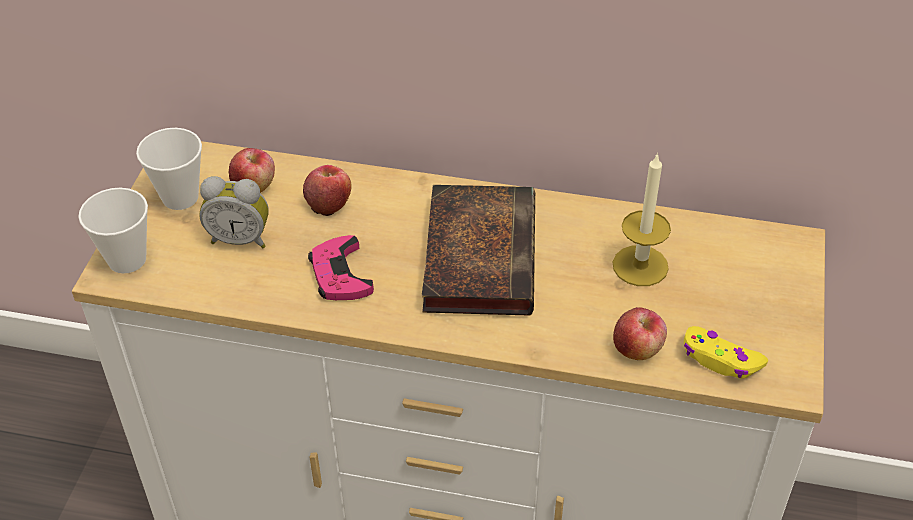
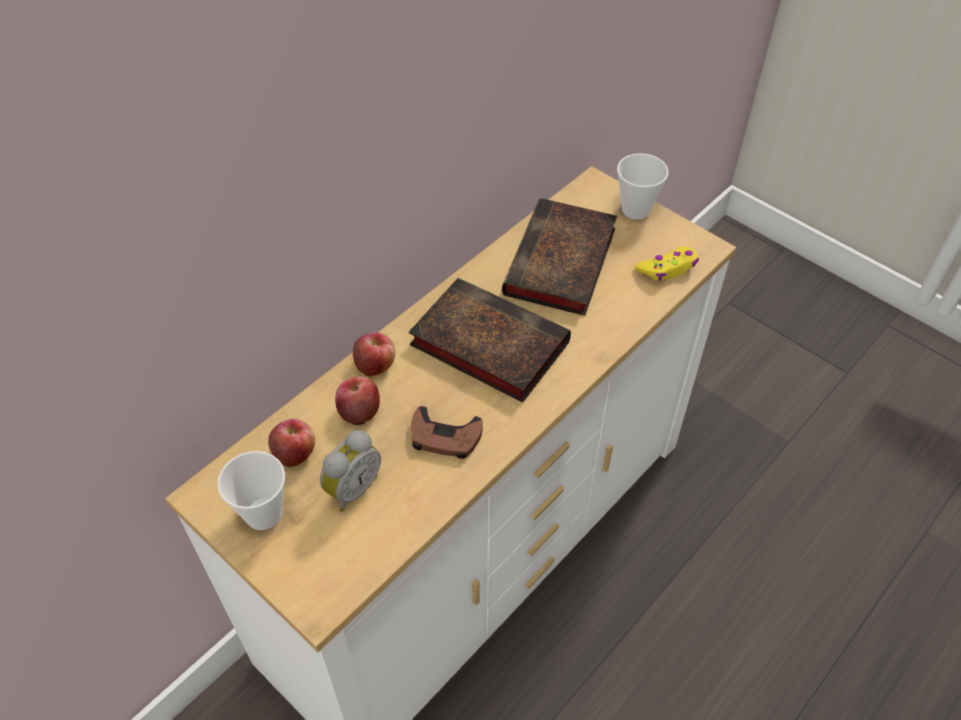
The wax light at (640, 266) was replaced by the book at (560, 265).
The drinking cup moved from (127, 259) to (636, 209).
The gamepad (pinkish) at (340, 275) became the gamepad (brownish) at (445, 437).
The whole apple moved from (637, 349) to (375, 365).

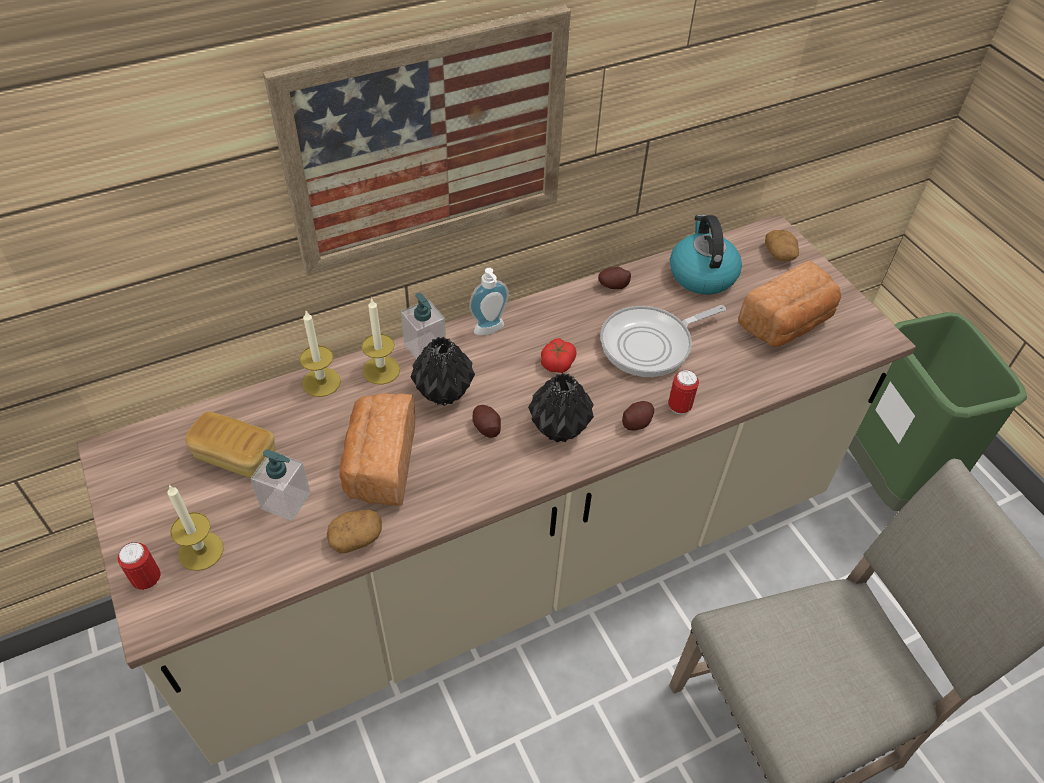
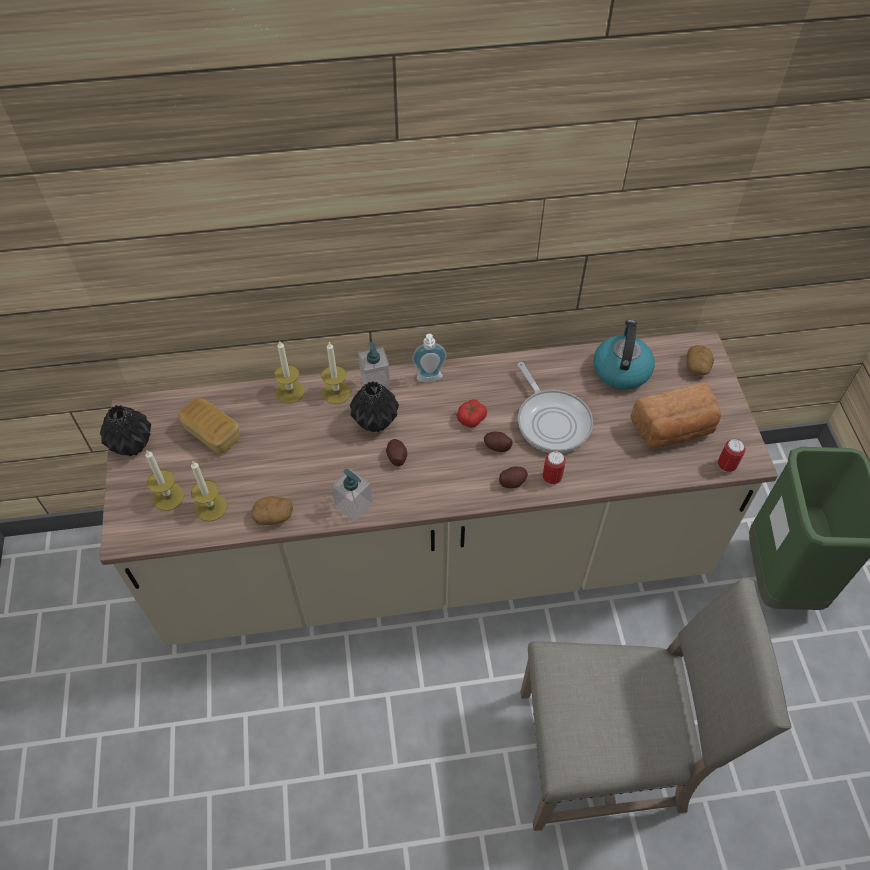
The wall art at (428, 143) disappeared.
The potato moved from (613, 285) to (497, 446).
The frying pan at (650, 344) turned 105 degrees counterclockwise.
The decorative vase (black) moved from (559, 430) to (132, 446).
The baked bread at (380, 464) disappeared.
The soap bottle moved from (286, 501) to (354, 505).
The metal can moved from (147, 579) to (726, 465).
The wax light at (211, 507) appeared.

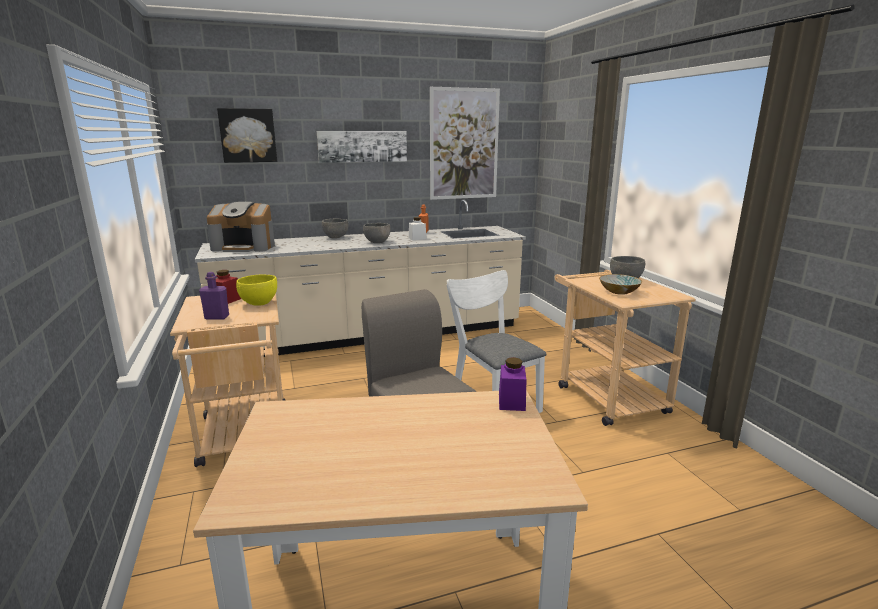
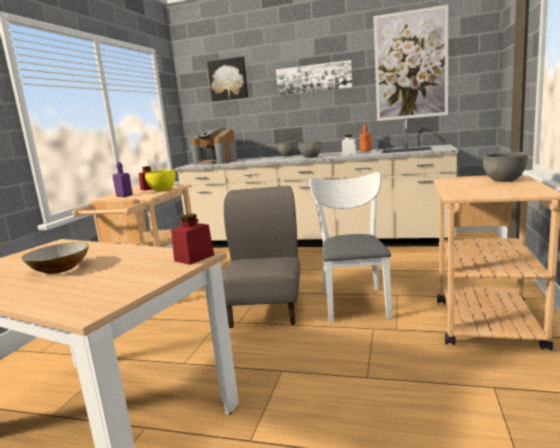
The bowl moved from (619, 292) to (59, 269).
The preserve jar (purple-coloured) at (511, 402) became the preserve jar (reddish) at (194, 258).

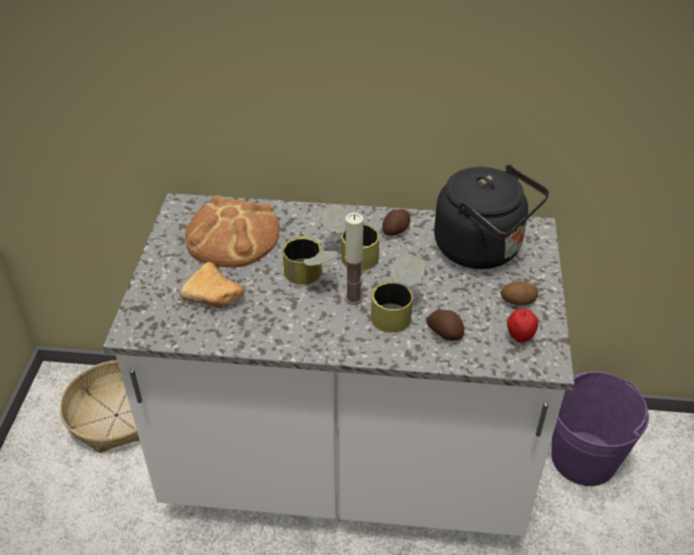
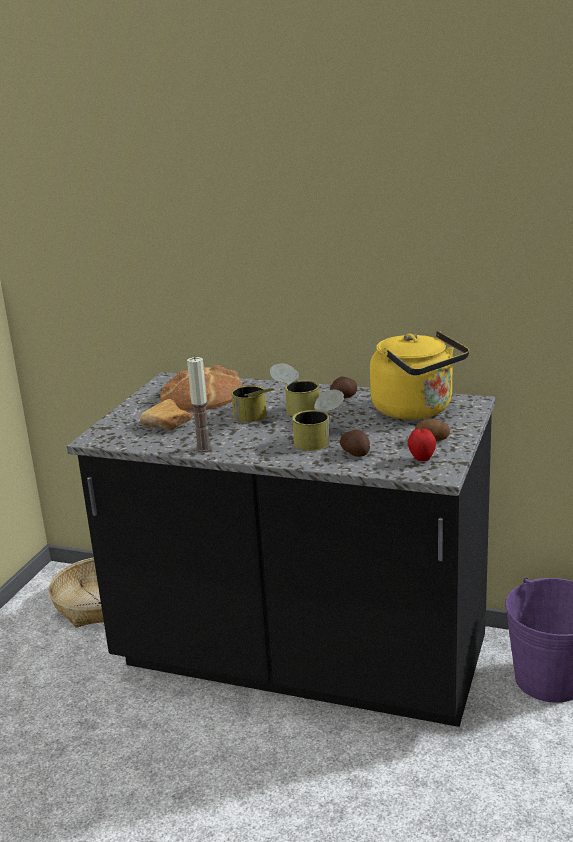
The tea kettle (black) at (483, 249) became the tea kettle (yellowish) at (416, 410).
The counter (white-coloured) at (347, 465) became the counter (black) at (301, 659).
The wax light moved from (353, 298) to (203, 448).

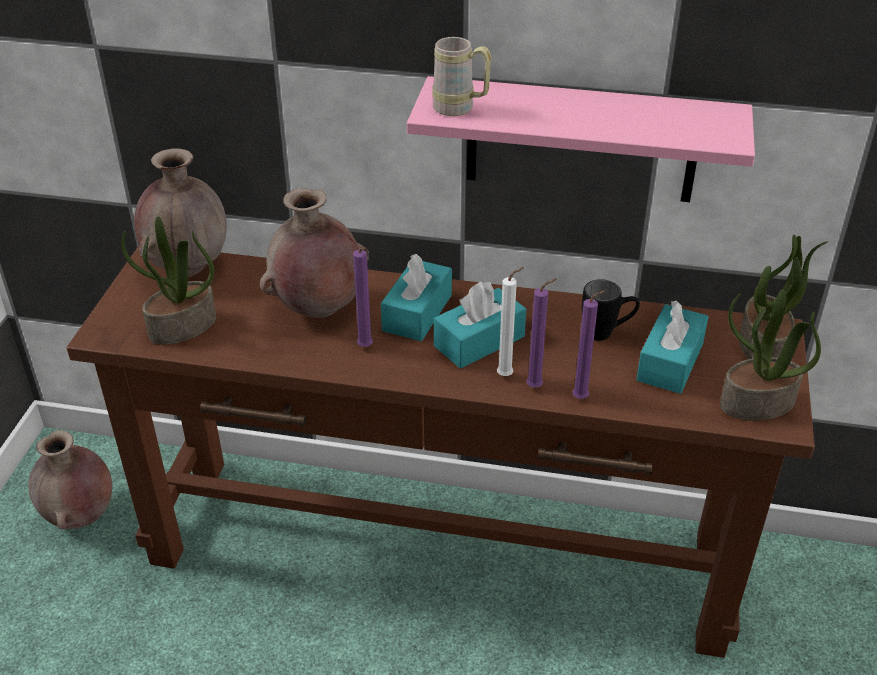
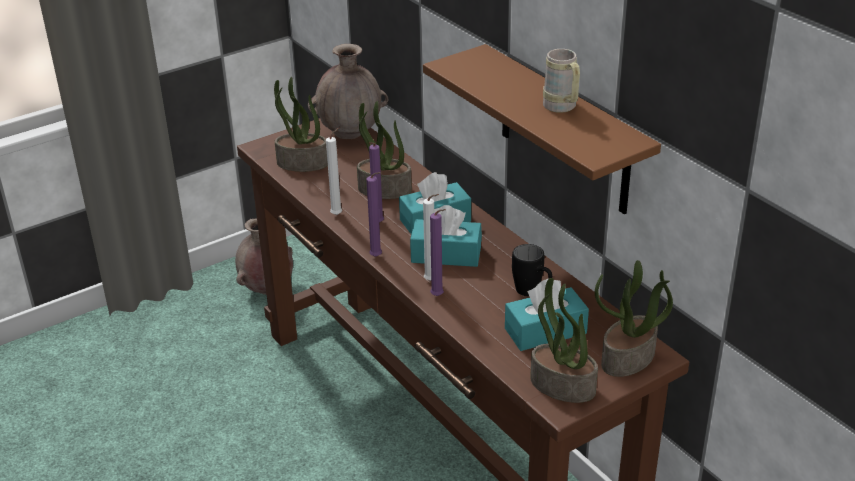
The mug (beige-coloured) moved from (461, 109) to (562, 108).
The bracket shelf (pinkish) at (581, 140) became the bracket shelf (brownish) at (564, 131).
The decorative vase (brownish) at (318, 309) was replaced by the plant in a pot at (383, 190).
The wax light (purple-coloured) moved from (583, 398) to (377, 257).
The wax light (white-coloured) at (338, 214) appeared.

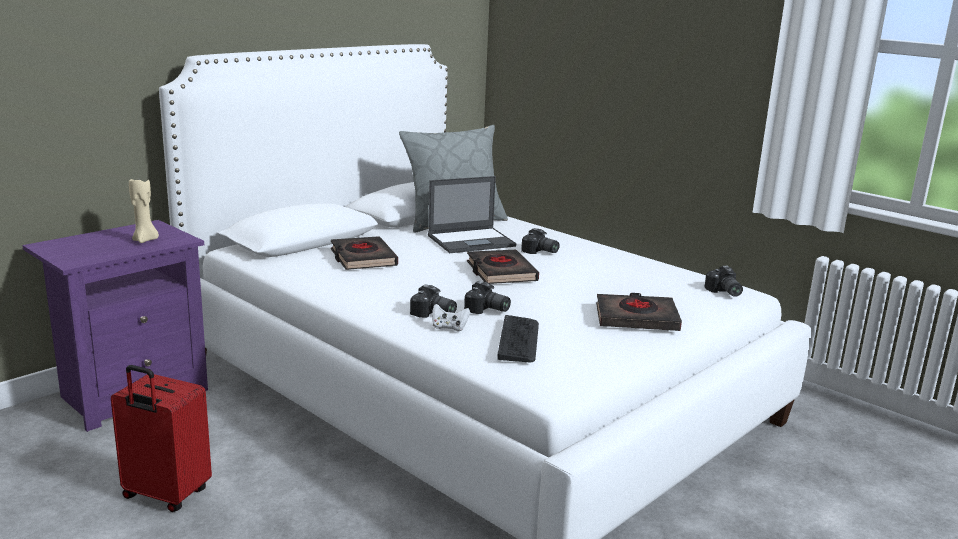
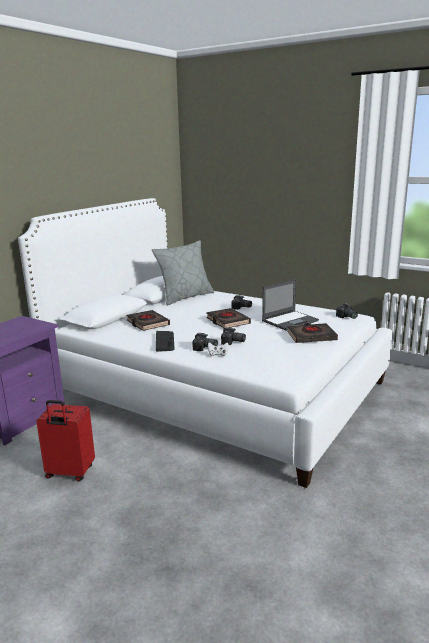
The notebook computer moved from (472, 241) to (290, 320).
The wax light (beige-coloured) at (145, 240) disappeared.
The PC keyboard moved from (519, 340) to (165, 341).

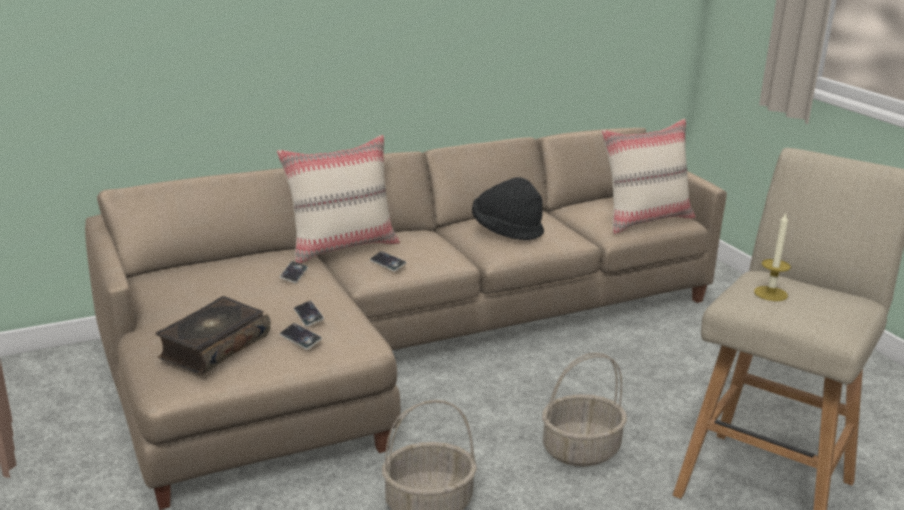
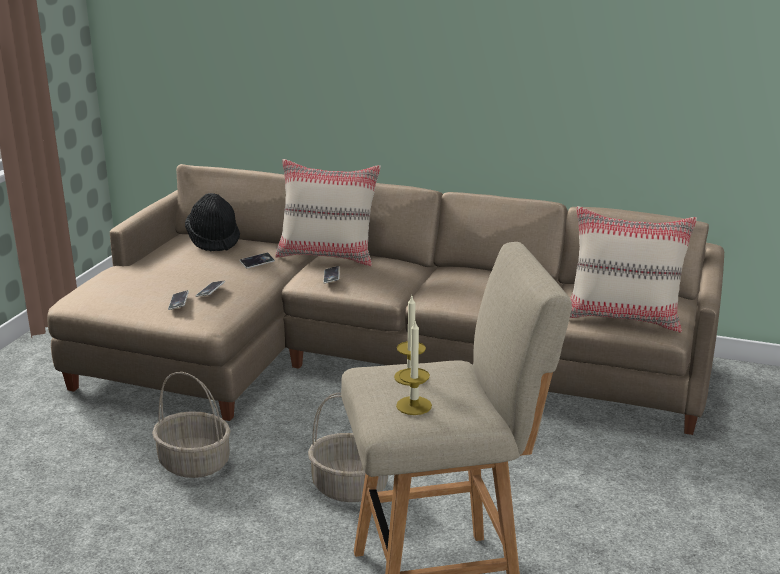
The hat (black) moved from (506, 231) to (214, 240).
The book at (213, 347) disappeared.
The wax light at (414, 405) appeared.

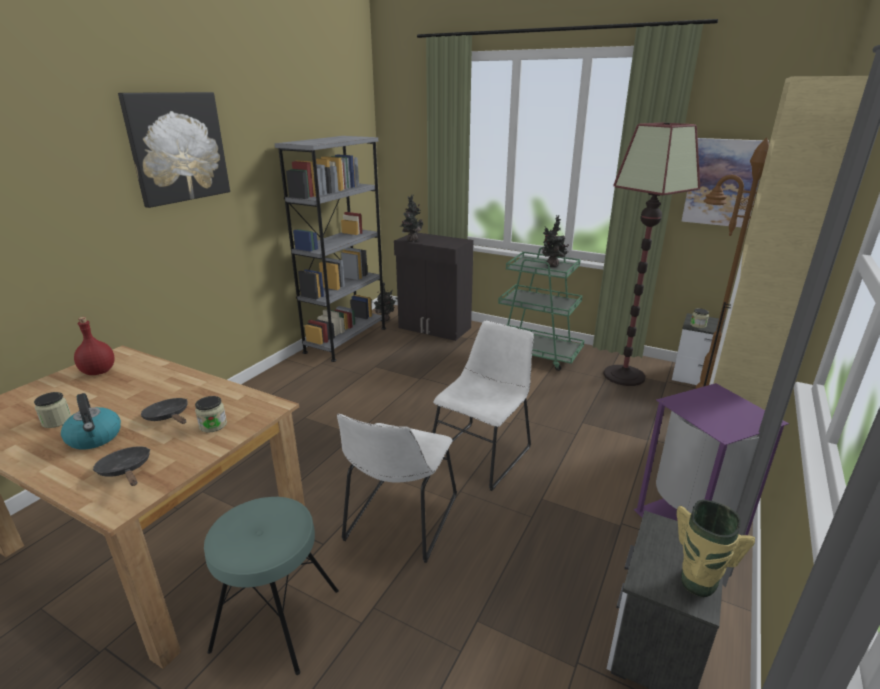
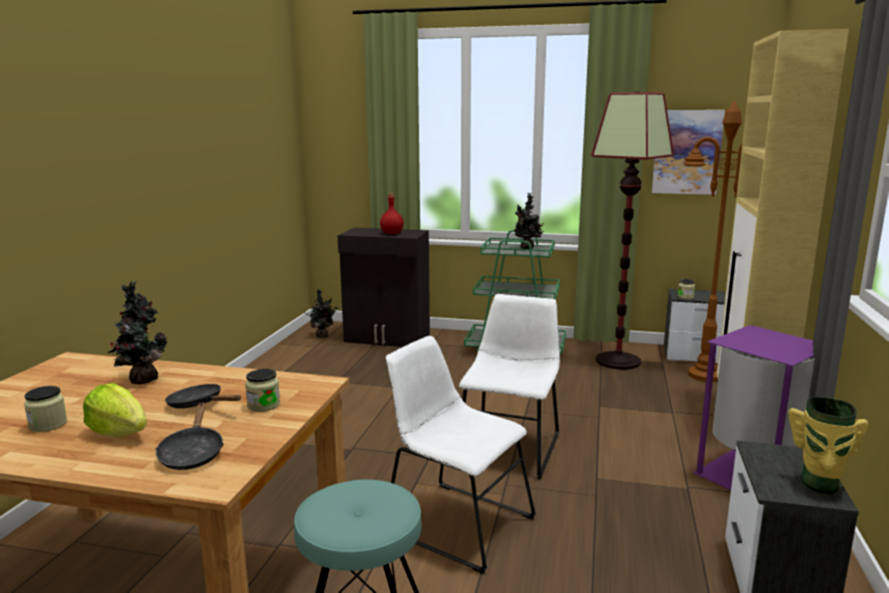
The wall art at (177, 147) disappeared.
The bookshelf (grey) at (346, 340) disappeared.
The plant in a pot moved from (411, 240) to (141, 380).
The beverage bottle (reddish) moved from (99, 371) to (391, 233).
The tea kettle at (95, 438) was replaced by the lettuce at (119, 432).
The upright chair (white-coloured) at (399, 521) turned 120 degrees clockwise.
The frying pan (black) at (126, 470) turned 135 degrees counterclockwise.

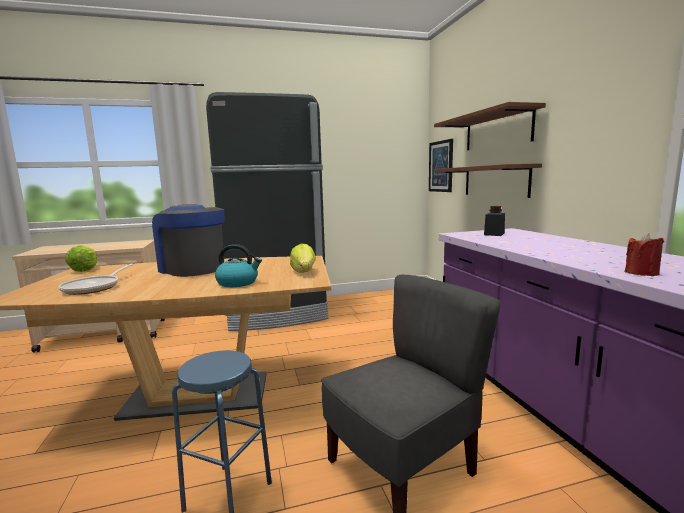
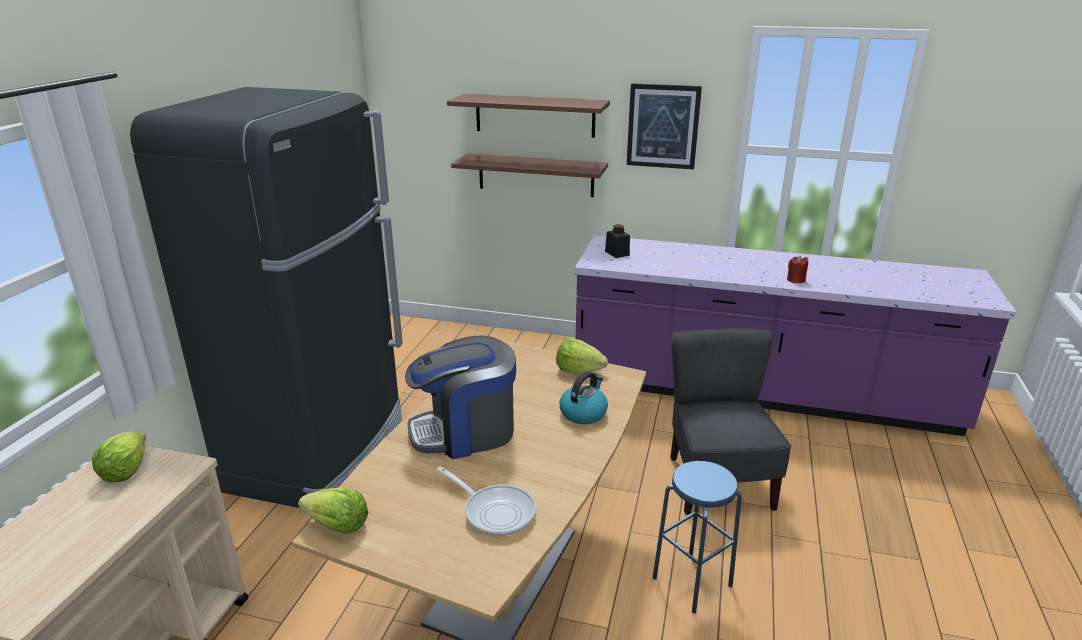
The wall art moved from (441, 166) to (663, 126).
The lettuce at (126, 470) appeared.

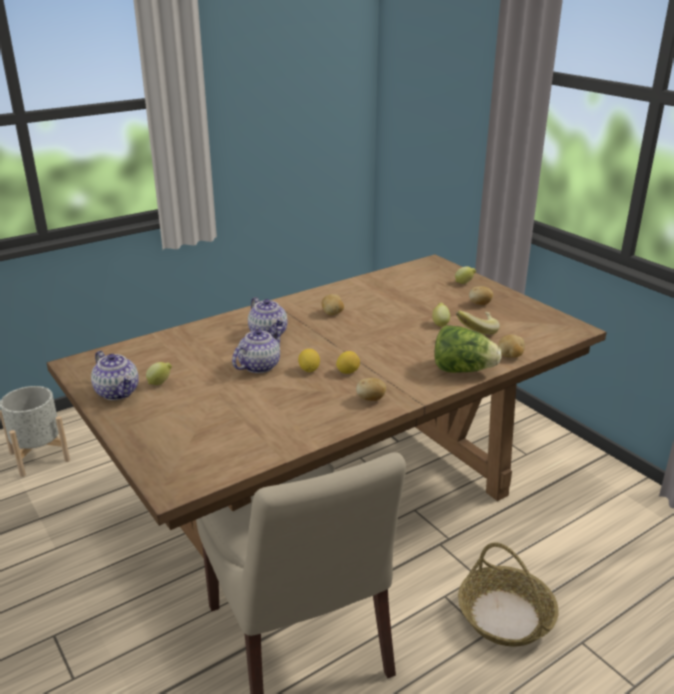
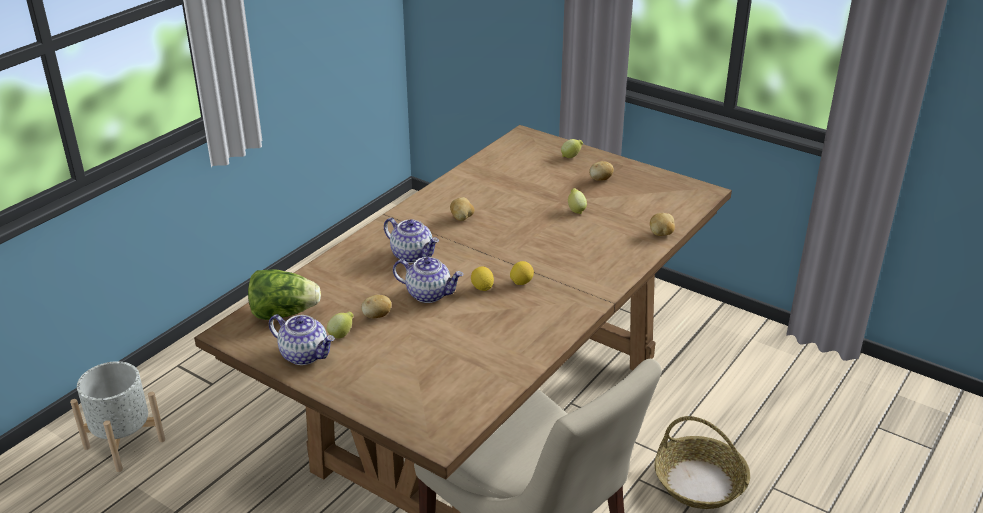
The whole banana at (476, 331) disappeared.
The lettuce moved from (462, 370) to (284, 313).
The teapot at (259, 366) turned 90 degrees clockwise.
The potato moved from (370, 399) to (377, 316).

